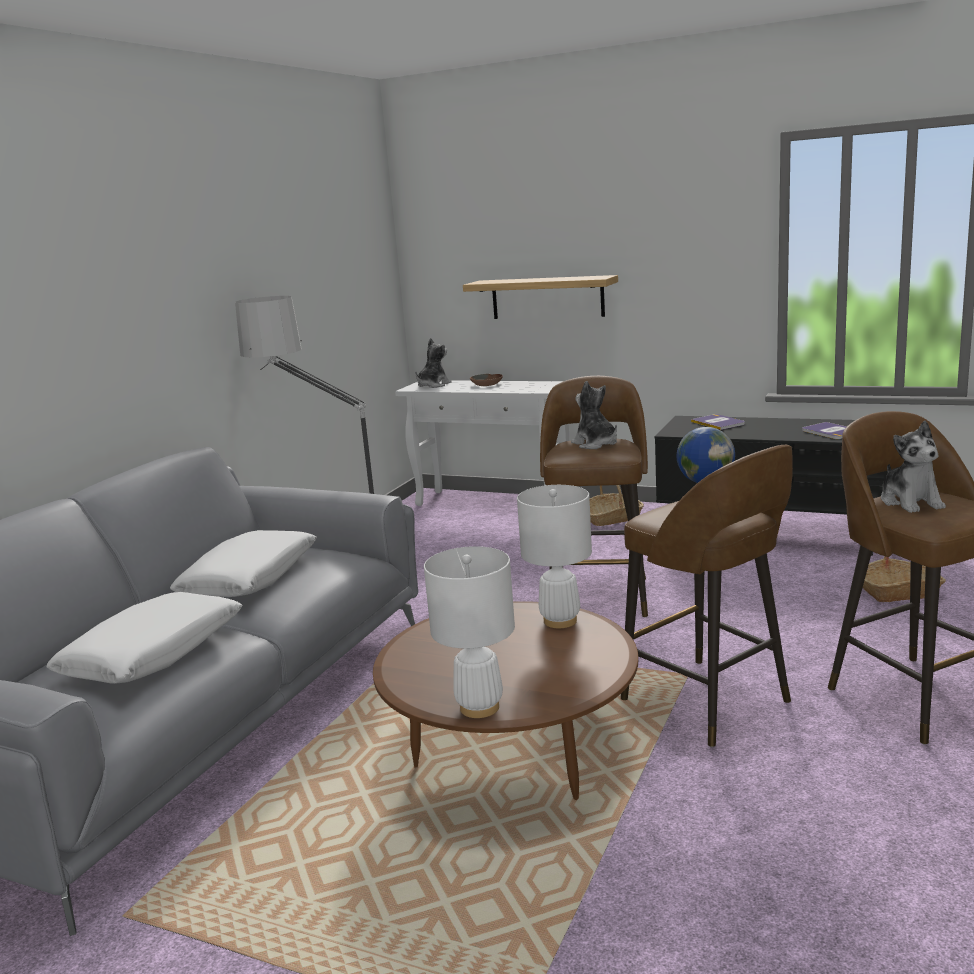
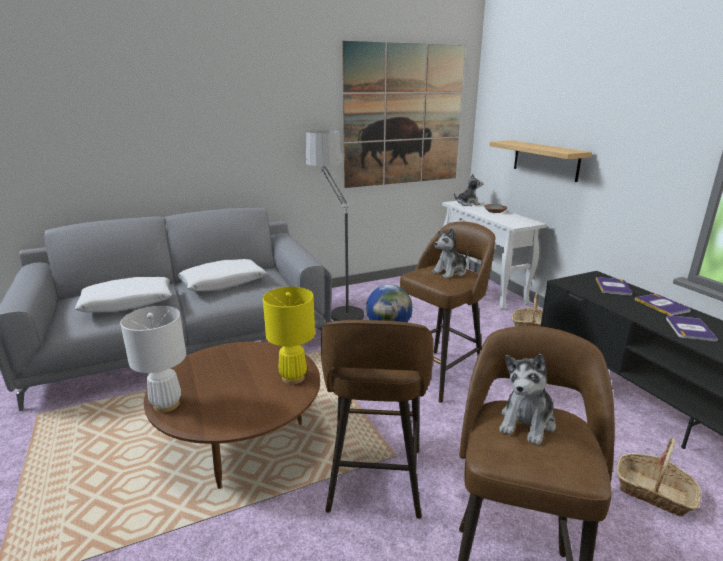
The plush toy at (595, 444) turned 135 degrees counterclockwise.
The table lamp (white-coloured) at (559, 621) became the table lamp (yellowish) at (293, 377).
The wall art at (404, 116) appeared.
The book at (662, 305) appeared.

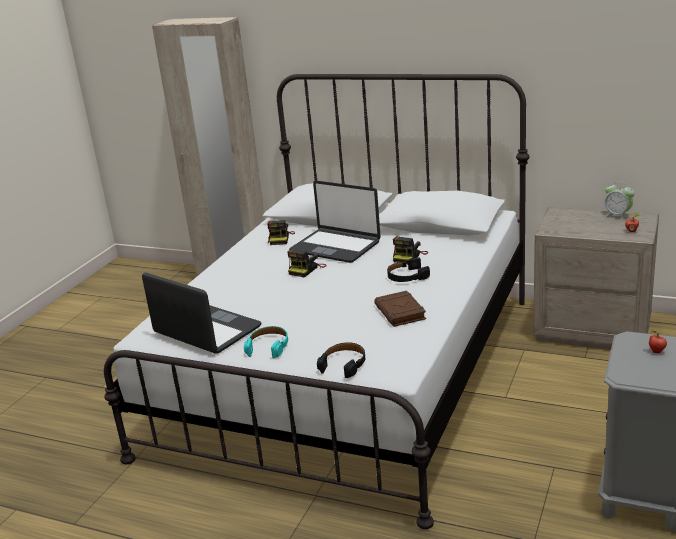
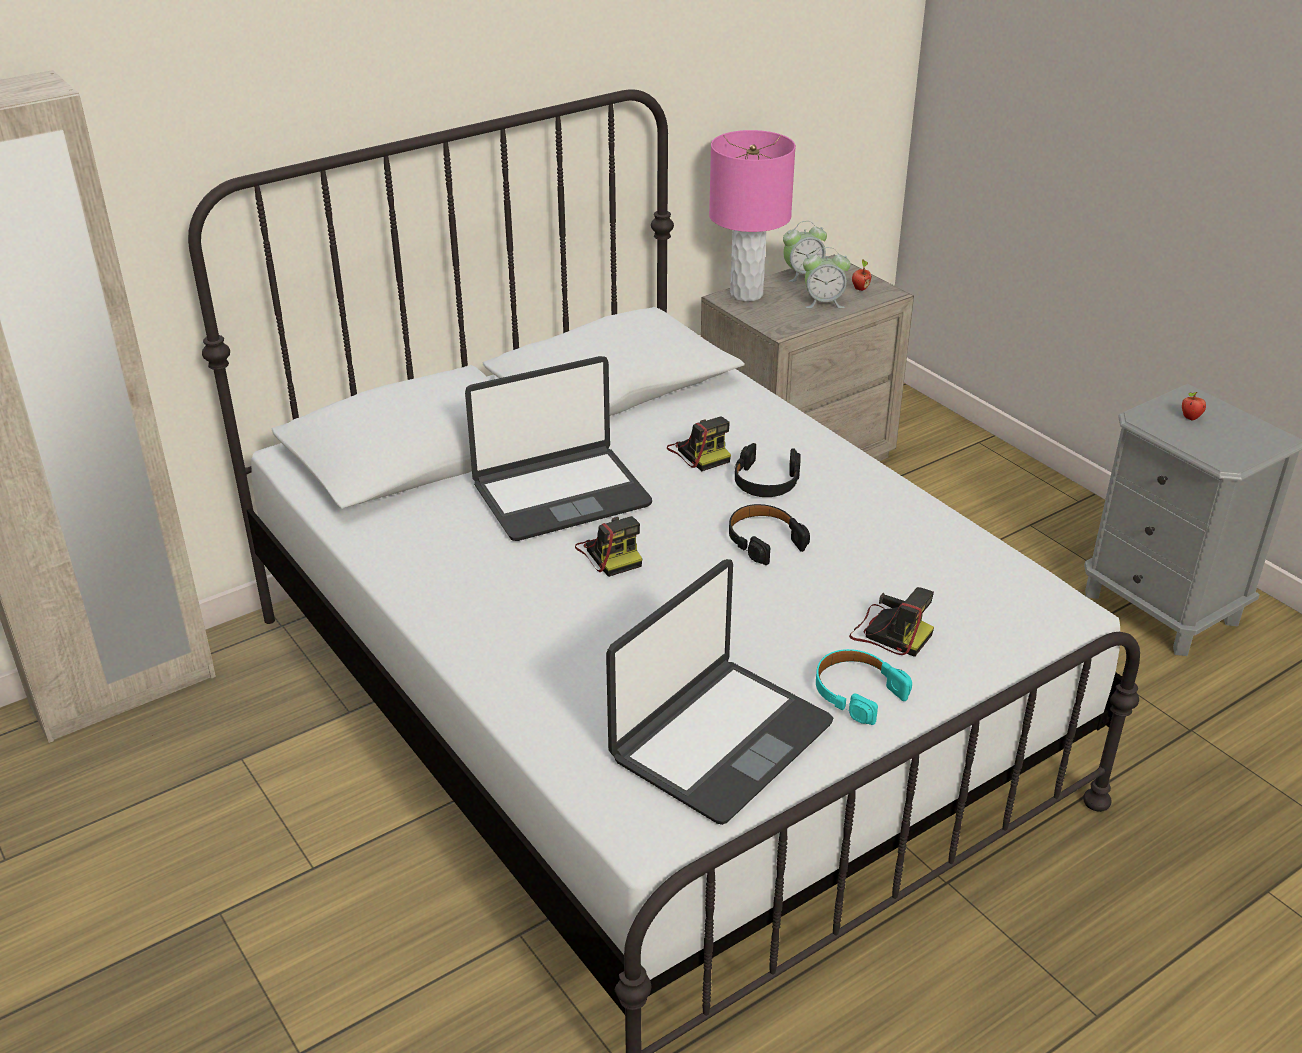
The photo camera moved from (280, 238) to (889, 633).
The notebook computer at (206, 331) turned 150 degrees clockwise.
The book (brownish) at (400, 312) disappeared.
The headphones (black) moved from (344, 364) to (764, 540).
The table lamp (pinkish) at (746, 294) appeared.
The bedside clock at (823, 303) appeared.

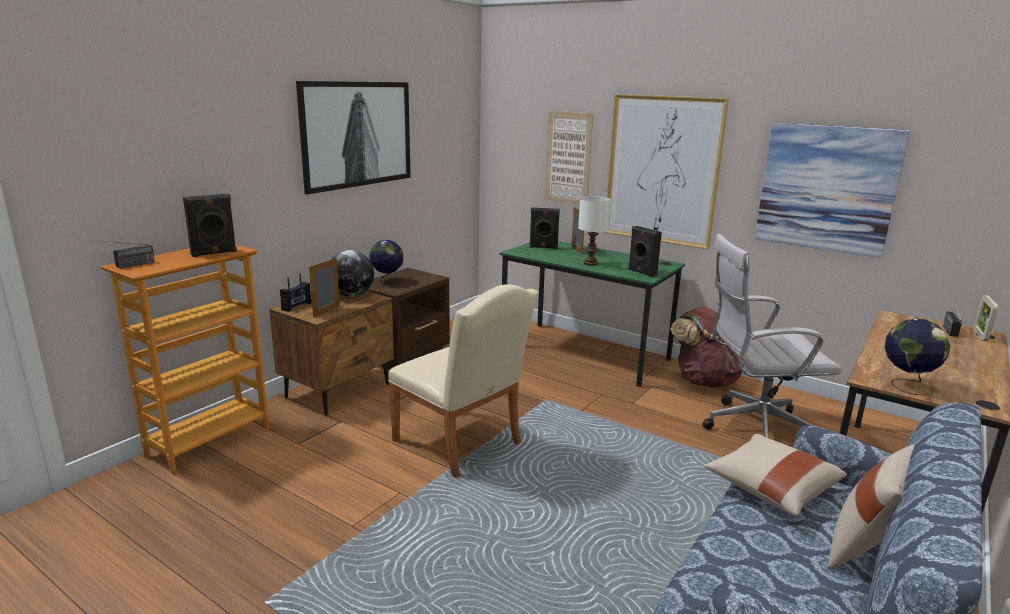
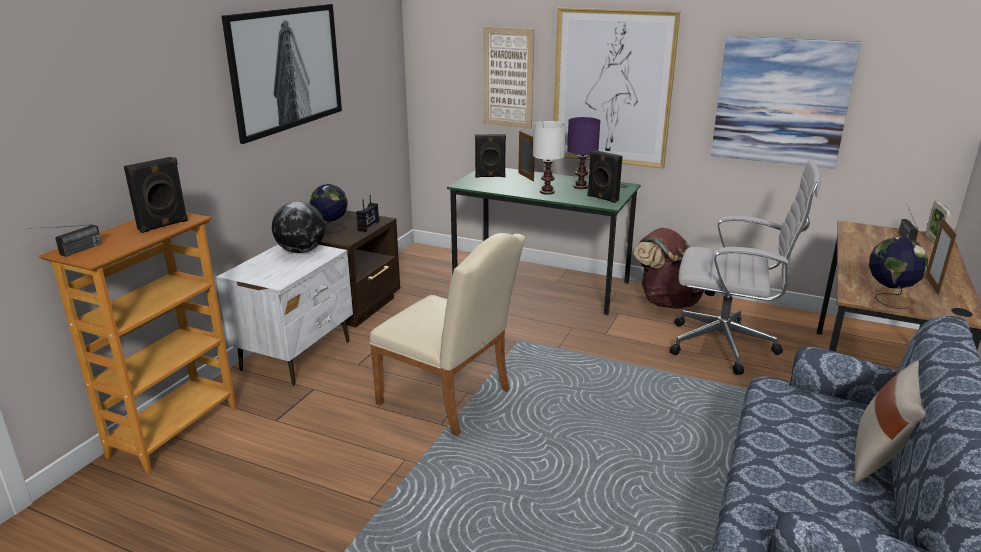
The computer chair (white-coloured) at (753, 428) turned 150 degrees counterclockwise.
The picture frame moved from (326, 311) to (932, 285).
The radio receiver moved from (297, 306) to (369, 226).
The bedside table (brownish) at (339, 391) became the bedside table (white-coloured) at (297, 355).
The throw pillow (beige-coloured) at (770, 488) disappeared.
The table lamp (purple-coloured) at (580, 186) appeared.

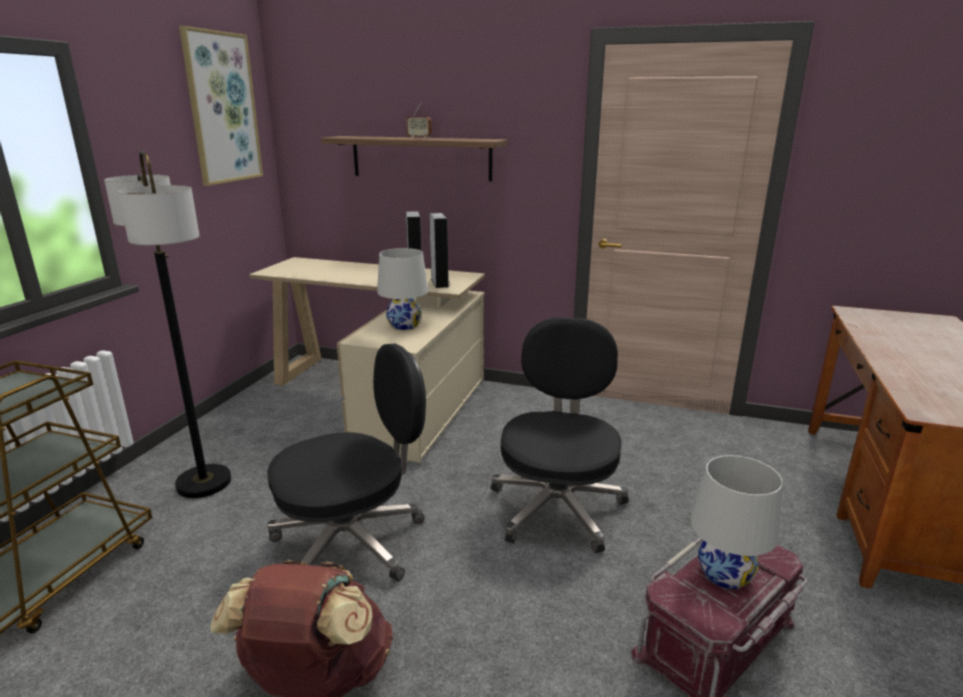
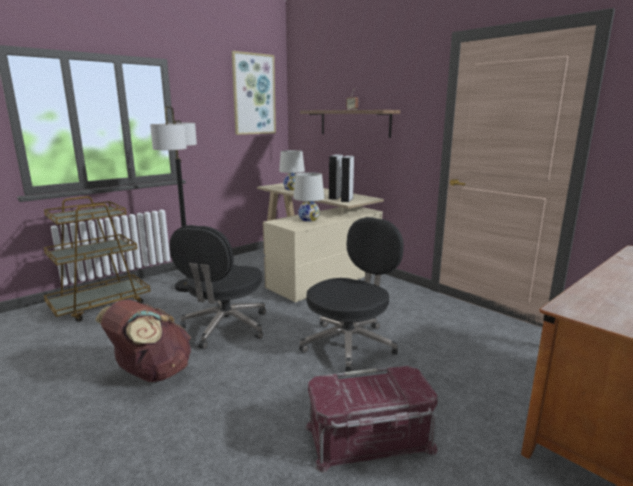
The computer chair (black) at (352, 542) turned 105 degrees clockwise.
The table lamp (white-coloured) moved from (725, 574) to (292, 189).

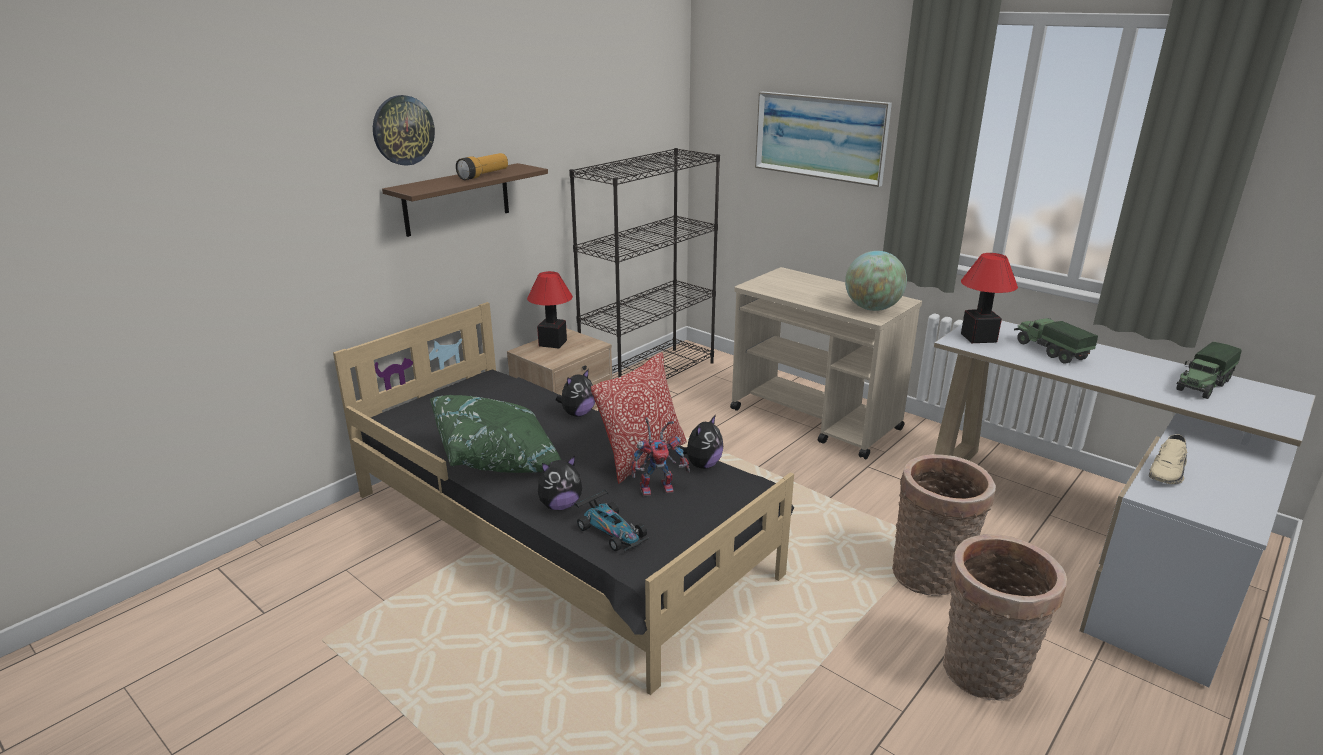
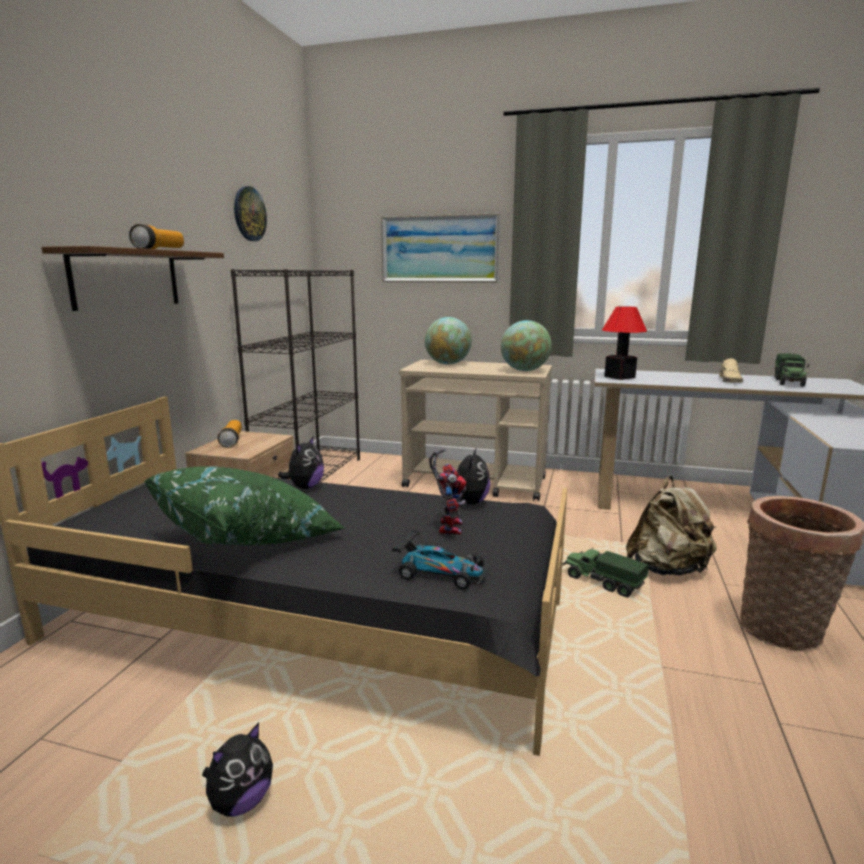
The clock on the wall moved from (403, 130) to (249, 214).
The table lamp at (553, 343) was replaced by the flashlight at (232, 441).
The model truck moved from (1049, 351) to (602, 582).
The throw pillow at (642, 457) disappeared.
The robot figure at (658, 487) turned 45 degrees counterclockwise.
The low shoe (beige-coloured) moved from (1168, 472) to (730, 380).
The basket at (931, 576) was replaced by the rucksack (beige-coloured) at (667, 569).
The plush toy moved from (560, 505) to (240, 801).
The globe at (448, 364) appeared.

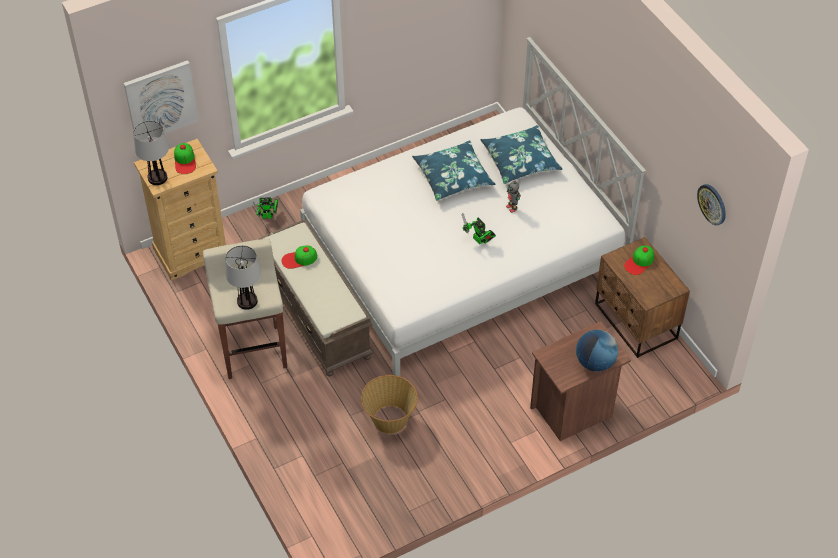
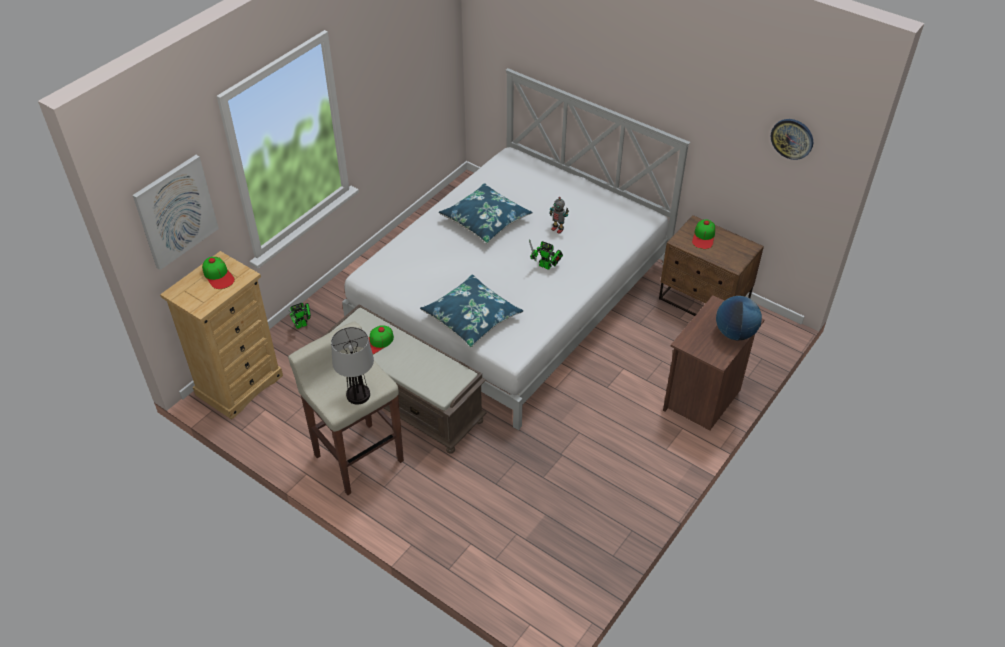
The table lamp at (157, 178) disappeared.
The throw pillow (blue-coloured) moved from (520, 161) to (471, 317).
The basket at (389, 420) disappeared.

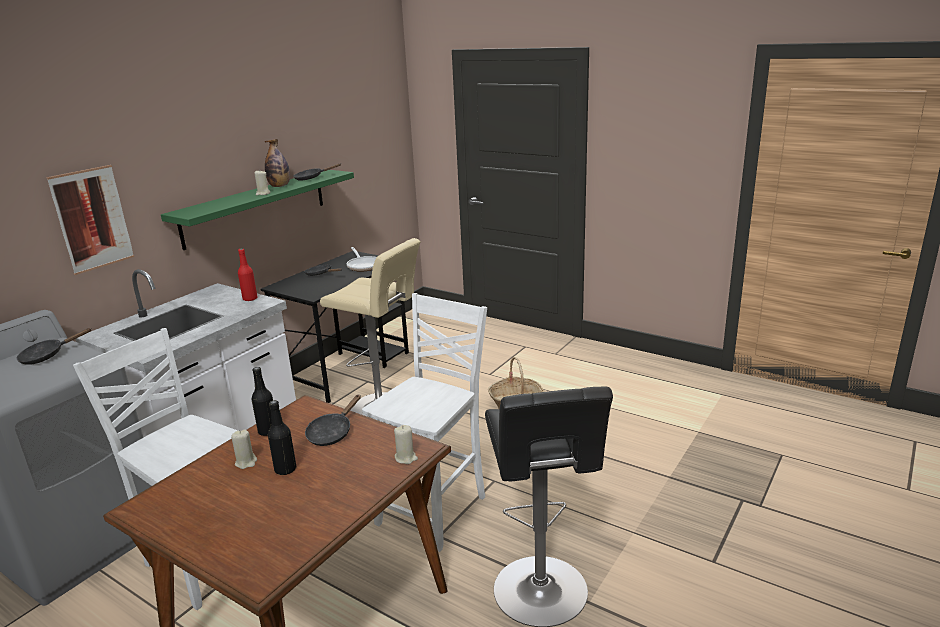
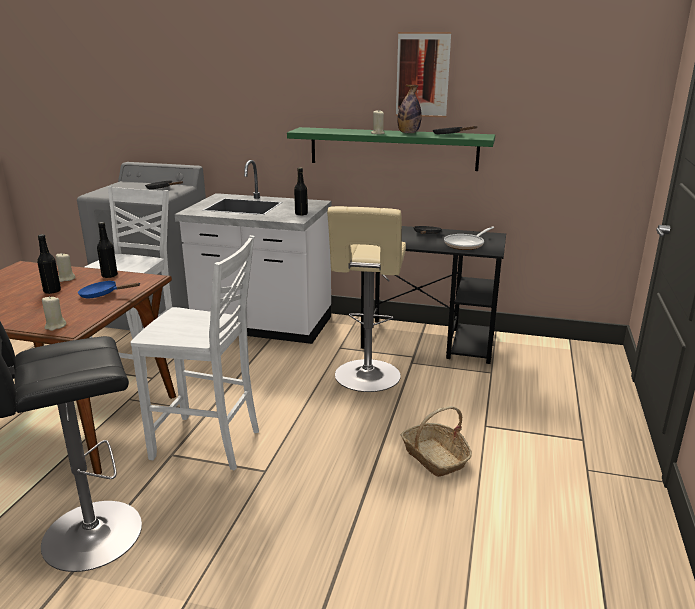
The wall art moved from (92, 219) to (422, 75).
The beverage bottle (reddish) at (250, 299) became the beverage bottle (black) at (301, 214).
The frying pan (black) at (332, 433) became the frying pan (blue-coloured) at (103, 295).

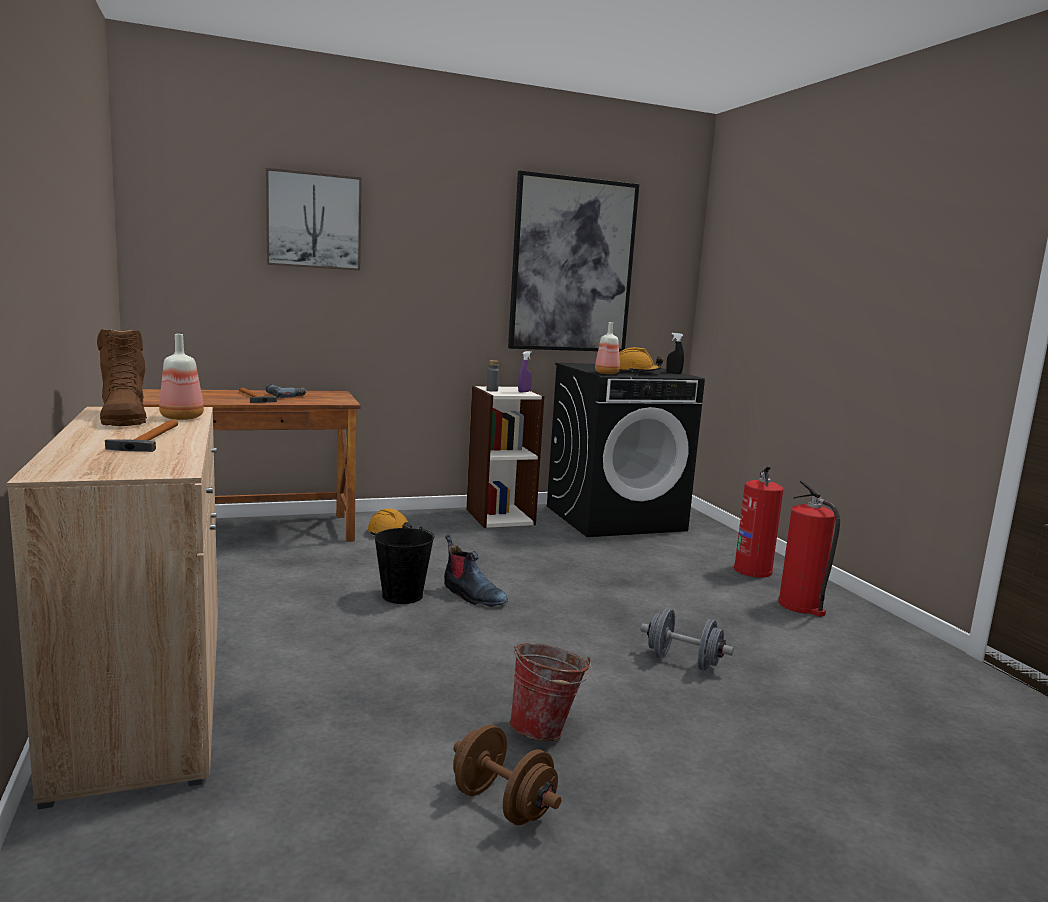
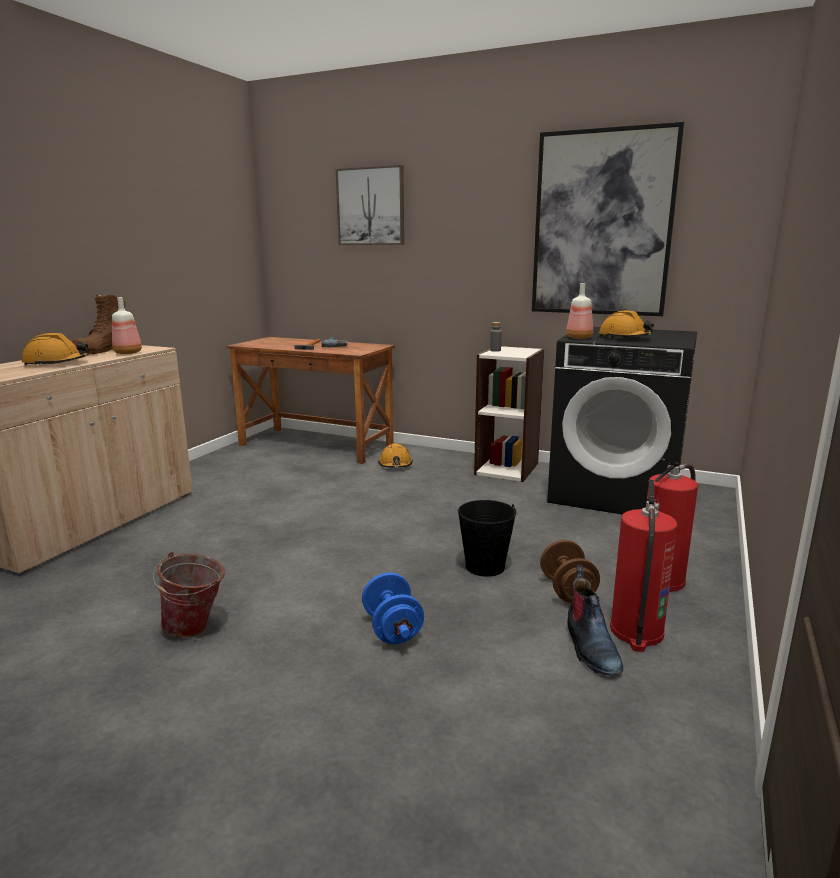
The hand sprayer (black) at (674, 373) disappeared.
The hand sprayer (purple-coloured) at (524, 392) disappeared.
The hammer at (149, 439) was replaced by the hard hat (orange-coloured) at (56, 363).
The pail (black) moved from (402, 595) to (484, 566).
The boot moved from (472, 596) to (590, 647).
The free weight (grey) at (683, 662) became the free weight (blue-coloured) at (392, 629).
The free weight (brownish) moved from (503, 804) to (567, 590).

